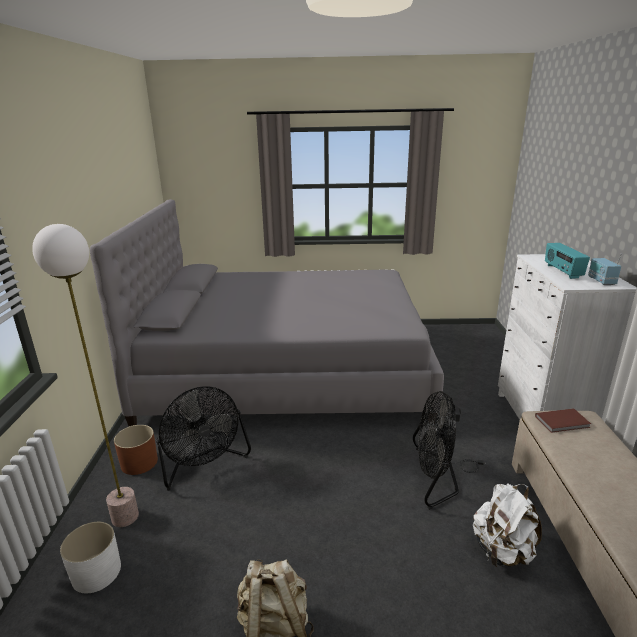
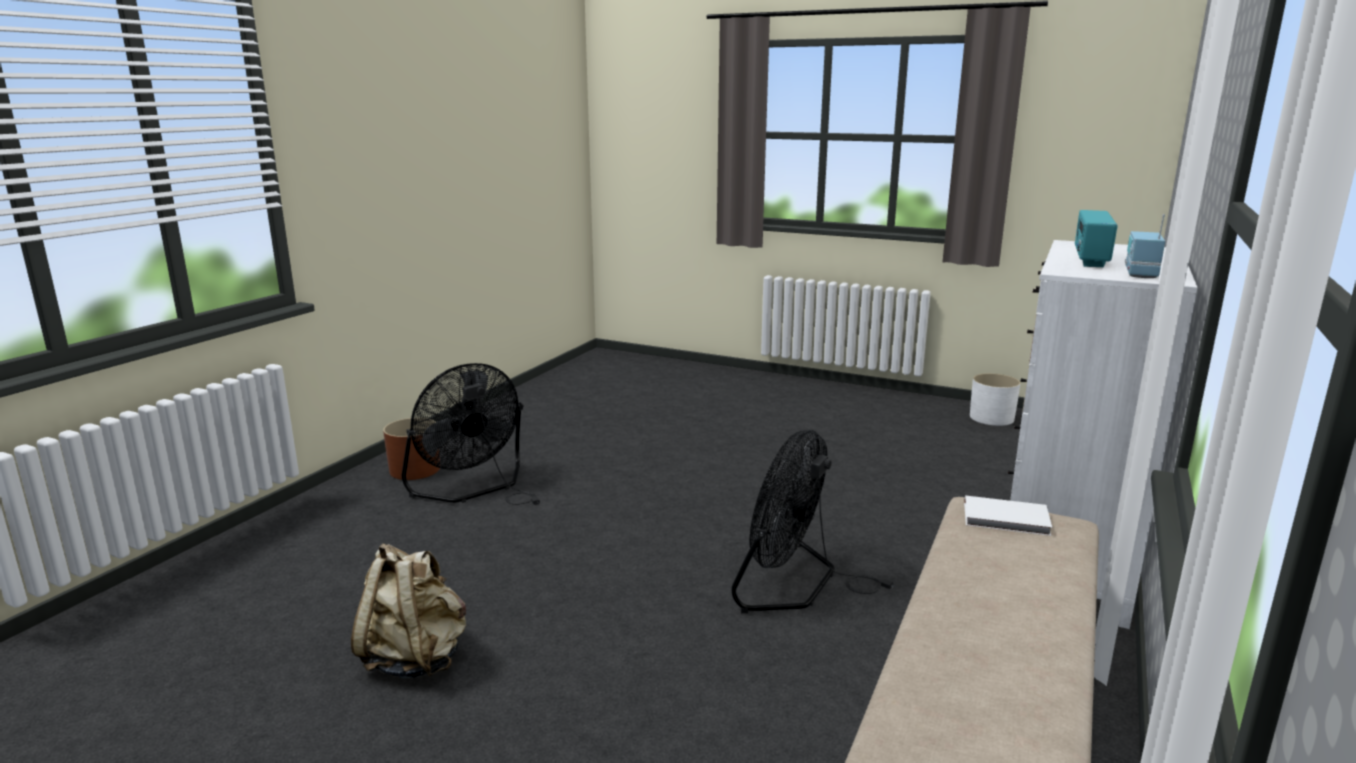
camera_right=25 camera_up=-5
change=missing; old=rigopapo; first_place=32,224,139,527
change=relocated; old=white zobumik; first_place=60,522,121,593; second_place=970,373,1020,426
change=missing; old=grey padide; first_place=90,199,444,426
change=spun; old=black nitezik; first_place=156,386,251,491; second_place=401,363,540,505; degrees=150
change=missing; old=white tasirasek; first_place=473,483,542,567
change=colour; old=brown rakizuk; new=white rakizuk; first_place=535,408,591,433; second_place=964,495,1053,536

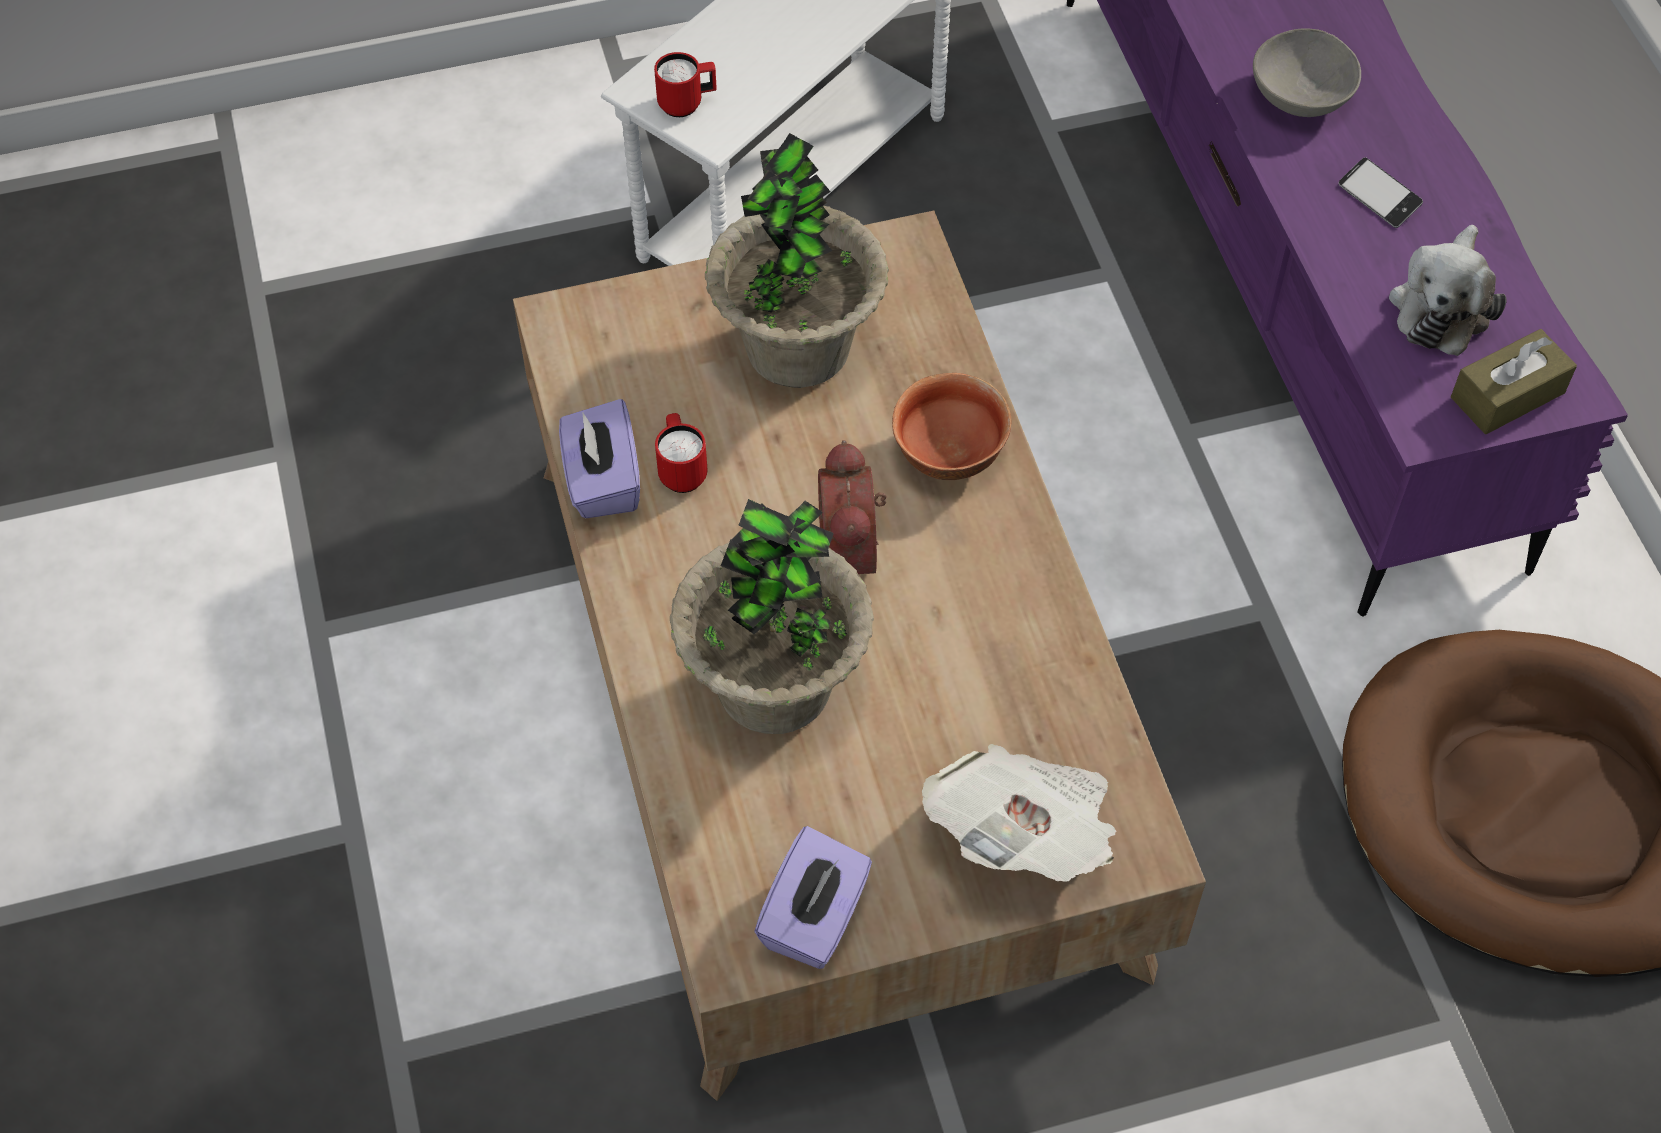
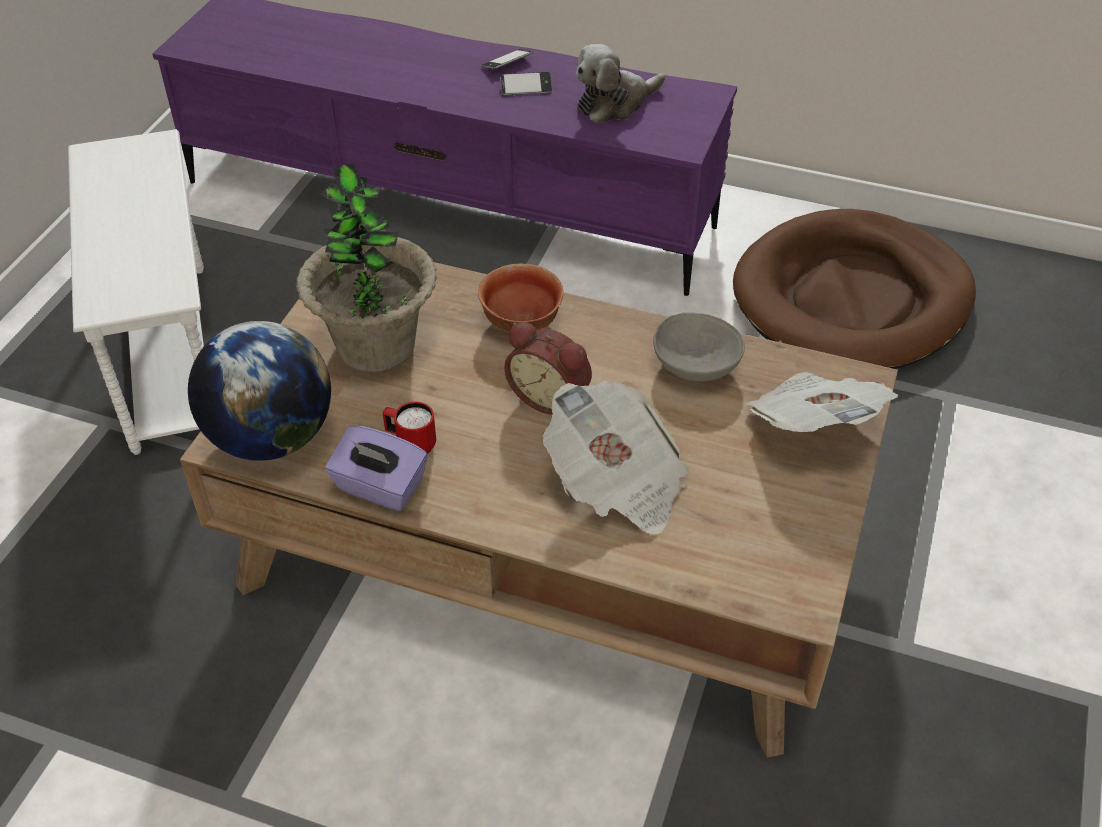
camera_right=-55 camera_up=-10
change=missing; old=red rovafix; first_place=654,52,717,117
change=exchanged; old=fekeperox; new=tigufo; first_place=670,499,874,734; second_place=543,381,689,535
change=missing; old=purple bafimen; first_place=754,826,872,969
change=relocated; old=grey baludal; first_place=1253,28,1361,117; second_place=653,313,745,382
change=spun; old=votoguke; first_place=1389,225,1507,356; second_place=576,44,665,123; degrees=90
change=missing; old=brown bafimen; first_place=1451,329,1577,434
change=appeared; new=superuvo; second_place=188,321,331,461
change=appeared; new=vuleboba; second_place=481,49,532,69

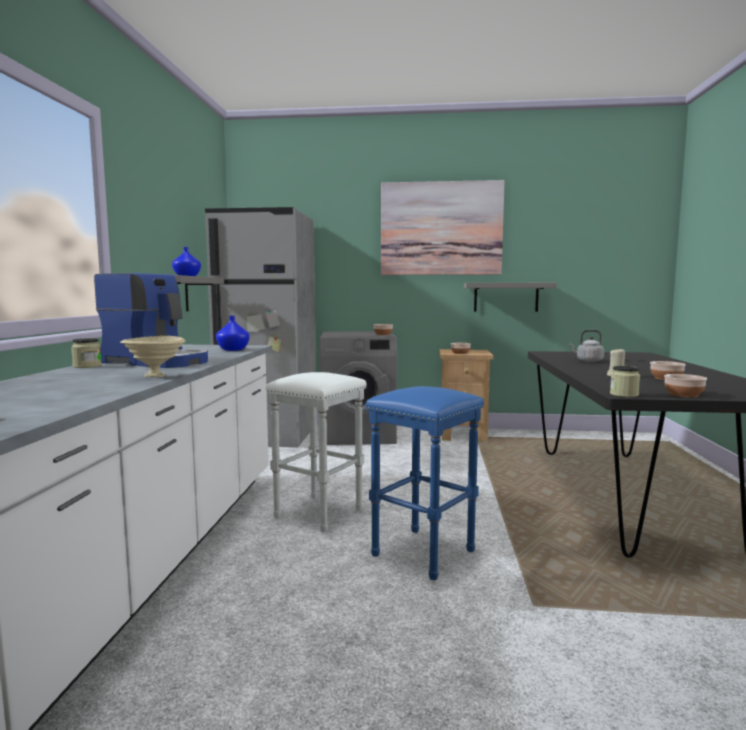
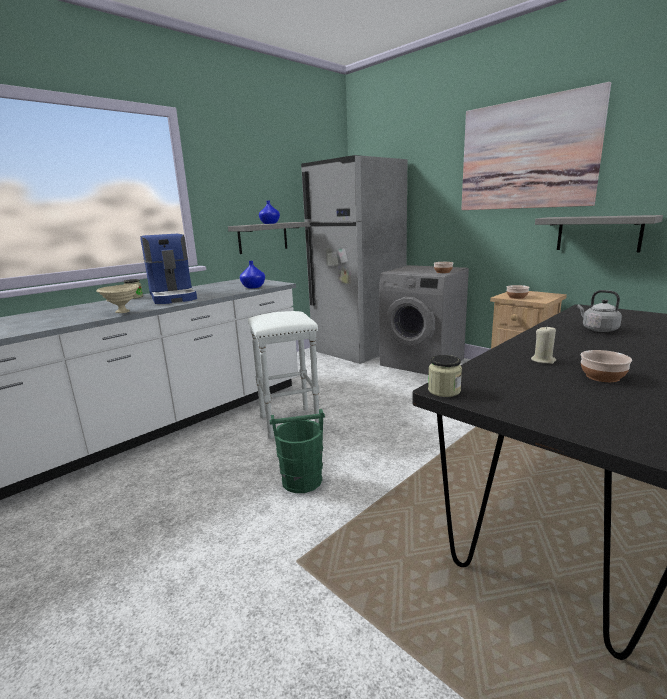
camera_right=40 camera_up=10
change=exchanged; old=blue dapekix; new=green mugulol; first_place=366,386,484,580; second_place=270,409,325,493
change=missing; old=baludal; first_place=664,374,707,397

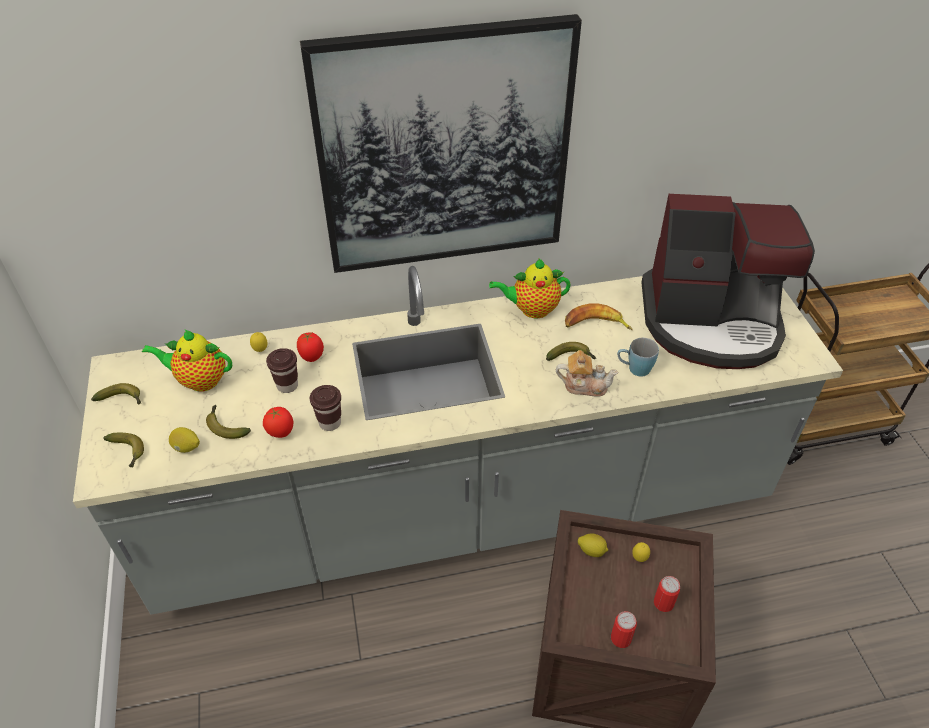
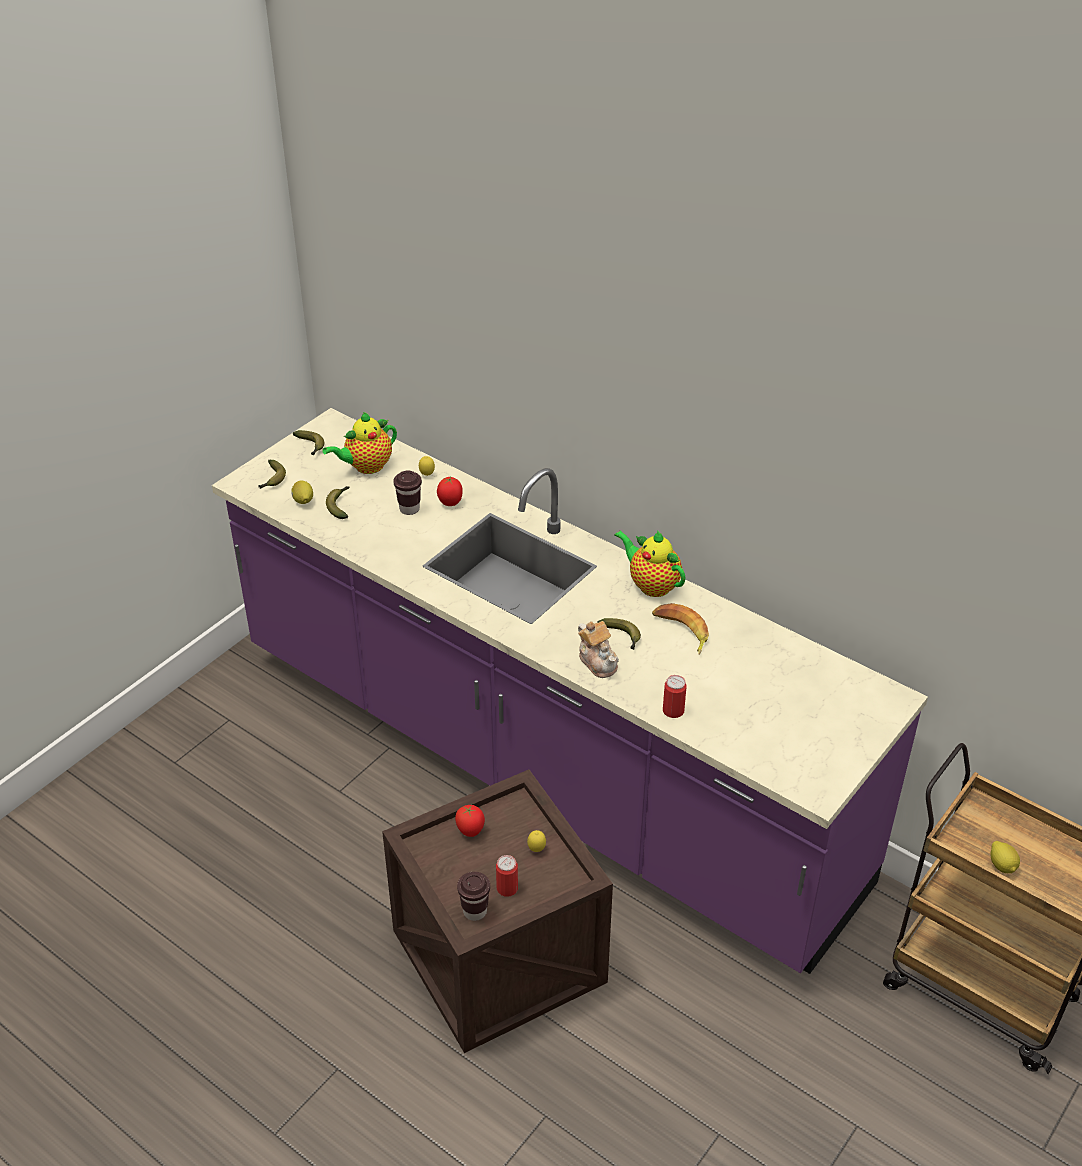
camera_right=50 camera_up=-5
change=colour; old=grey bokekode; new=purple bokekode; first_place=73,266,843,615; second_place=212,408,928,974
change=spun; old=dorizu; first_place=142,330,232,392; second_place=322,412,397,474; degrees=-90
change=relocated; old=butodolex; first_place=263,407,293,438; second_place=455,805,485,837
change=missing; old=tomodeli; first_place=300,14,582,273
change=relocated; old=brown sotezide; first_place=310,385,341,431; second_place=457,872,490,921
change=relocated; old=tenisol; first_place=578,534,608,557; second_place=991,841,1020,873
change=relocated; old=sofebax; first_place=611,611,637,648; second_place=663,675,687,718
change=missing; old=blue rovafix; first_place=617,338,659,377
change=missing; old=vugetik; first_place=641,194,815,369

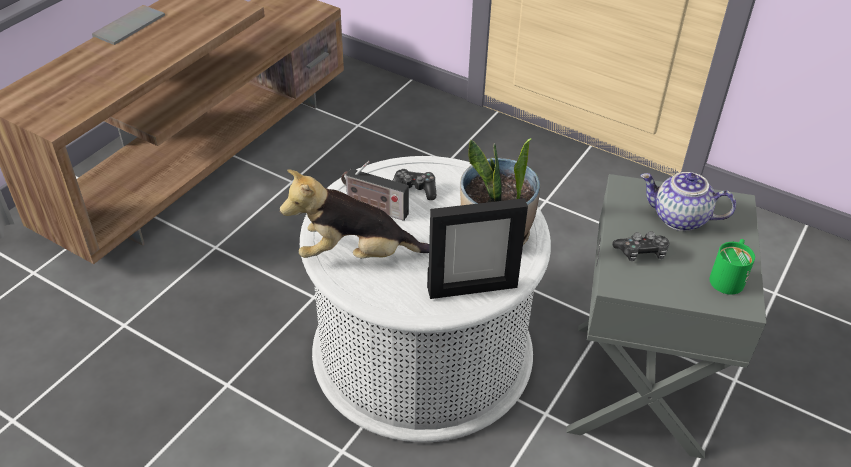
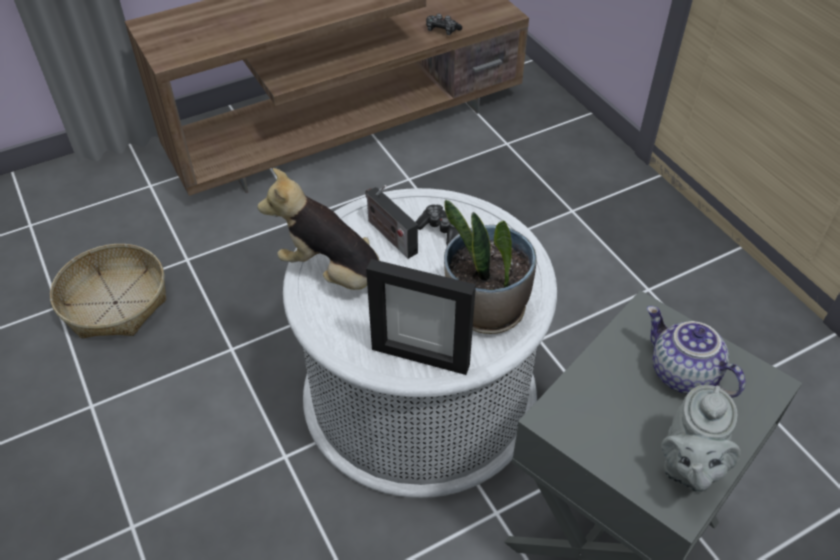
camera_right=30 camera_up=5
change=relocated; old=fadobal; first_place=612,231,669,261; second_place=426,14,462,35
change=exchanged; old=green rovafix; new=grey dorizu; first_place=709,239,755,295; second_place=661,385,741,492
change=appeared; new=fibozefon; second_place=50,244,166,338

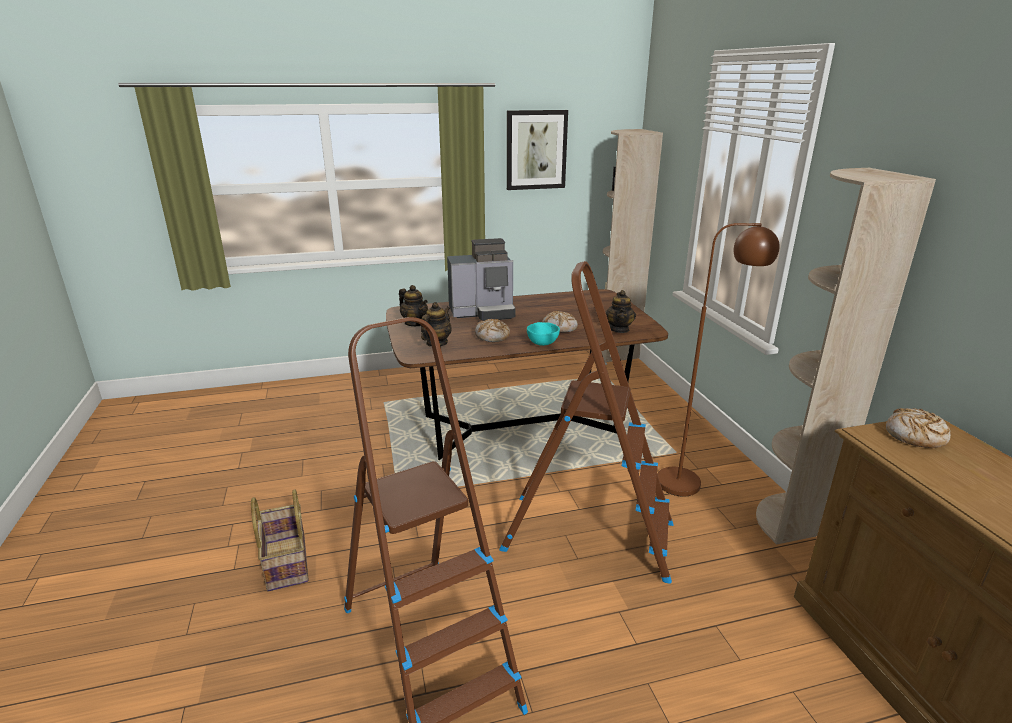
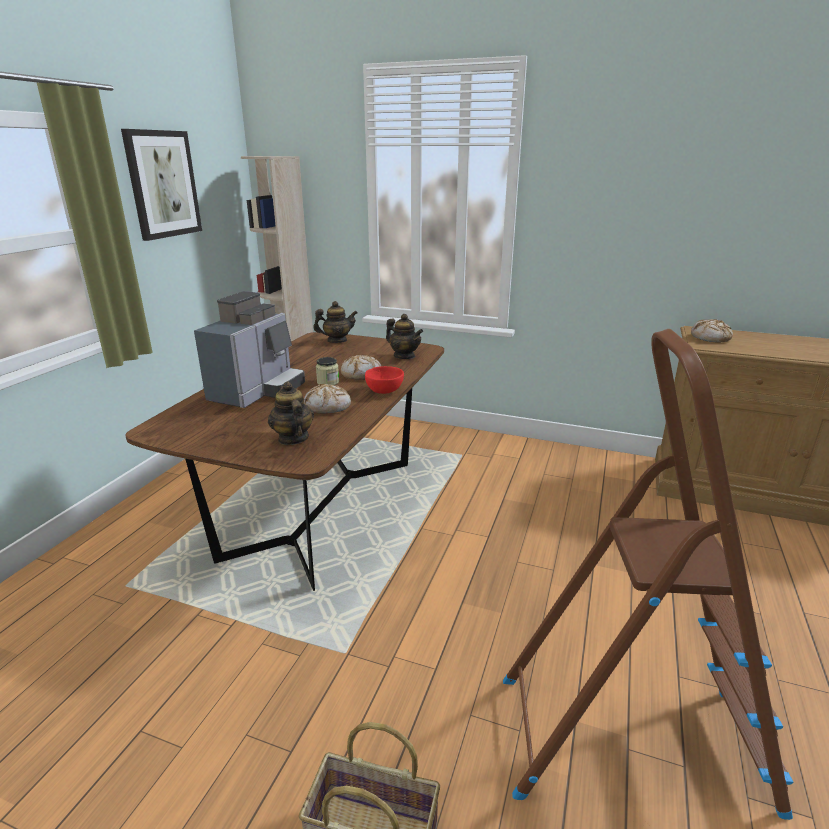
camera_right=-55 camera_up=0
change=relocated; old=dorizu; first_place=399,285,428,326; second_place=313,301,358,343
change=missing; old=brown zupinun; first_place=499,261,674,584
change=colour; old=turquoise baludal; new=red baludal; first_place=527,322,560,346; second_place=365,366,404,394
change=missing; old=brown rigopapo; first_place=657,223,780,497
change=missing; old=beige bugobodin; first_place=756,168,936,545
change=appeared; new=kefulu; second_place=316,357,339,385

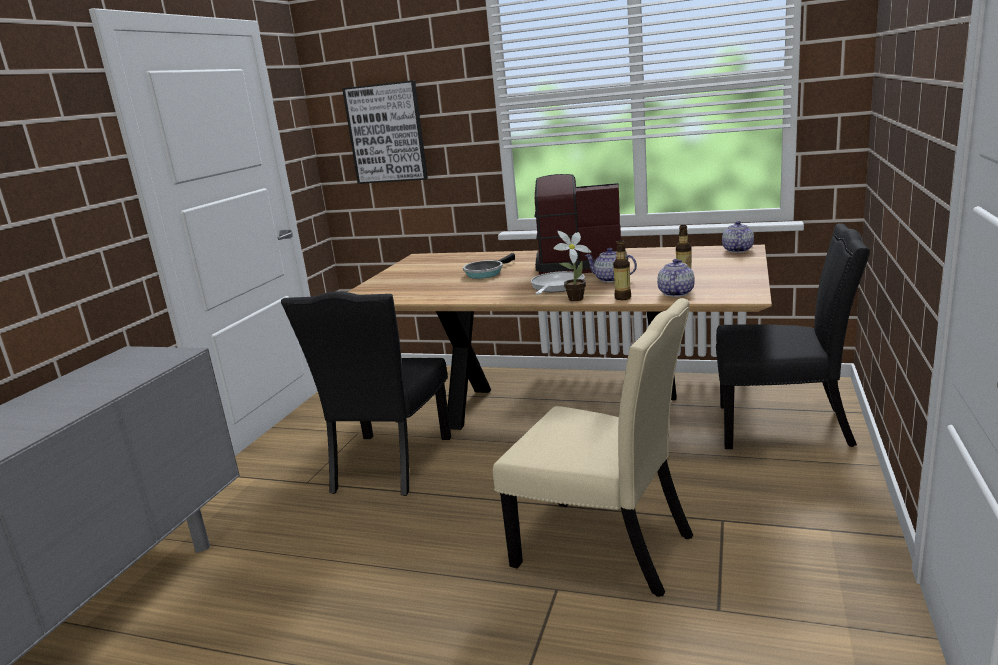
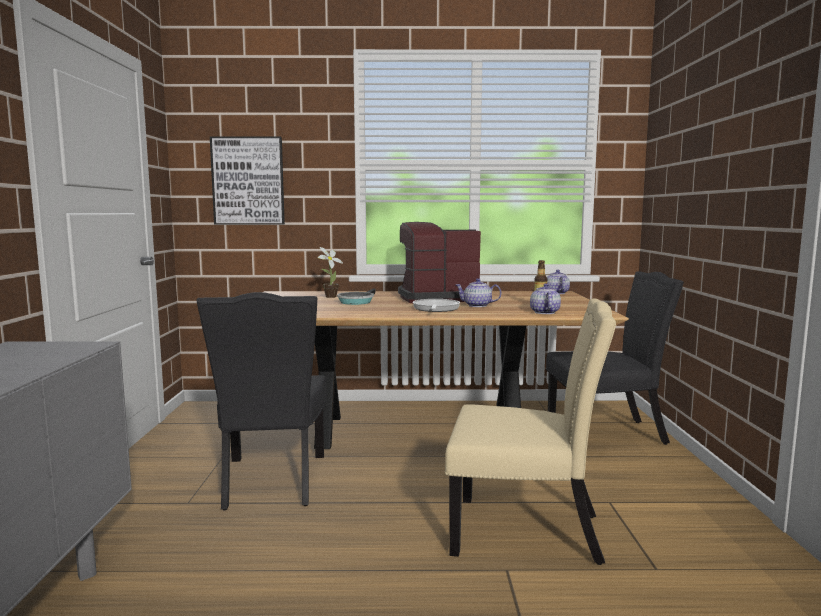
camera_right=-20 camera_up=-10
change=relocated; old=fekeperox; first_place=553,231,591,301; second_place=318,247,343,298
change=missing; old=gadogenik; first_place=613,240,631,300

